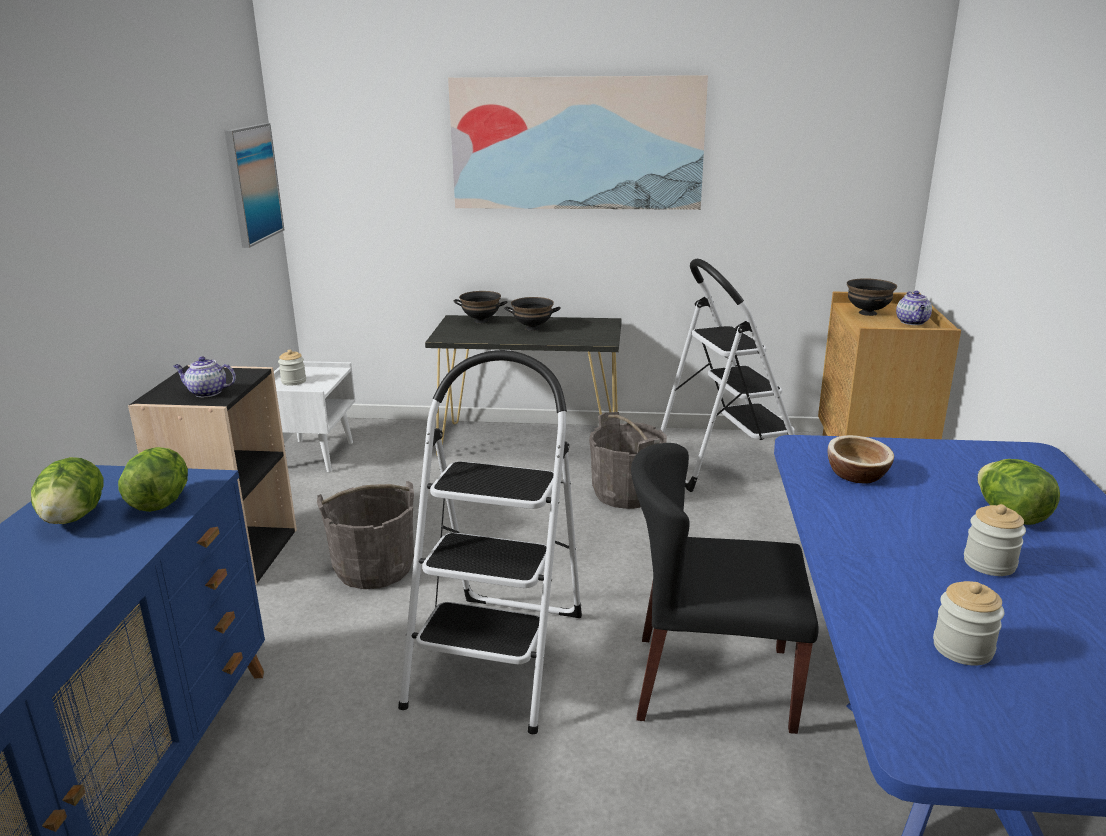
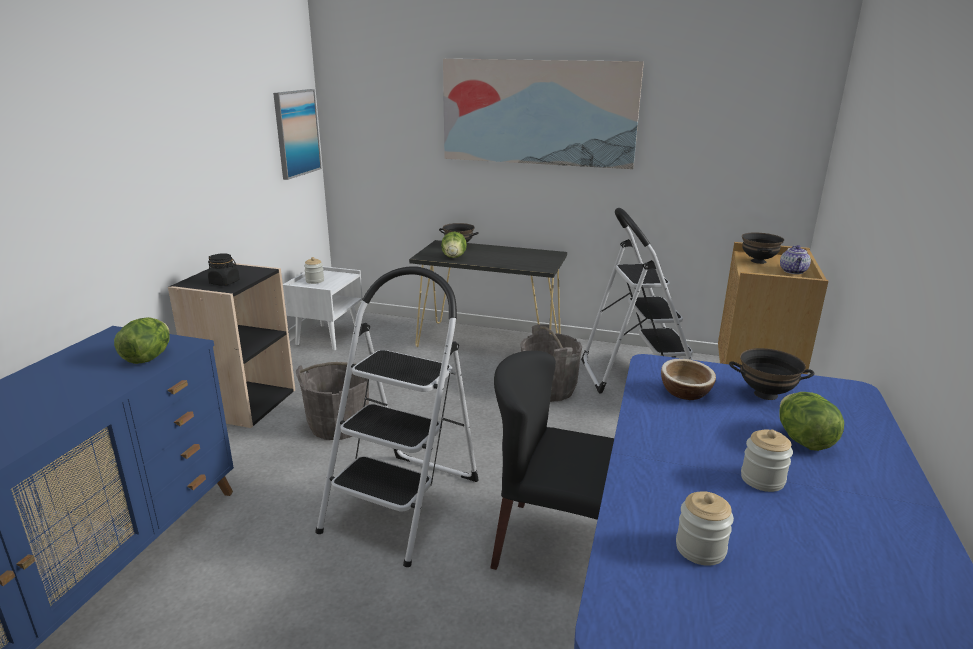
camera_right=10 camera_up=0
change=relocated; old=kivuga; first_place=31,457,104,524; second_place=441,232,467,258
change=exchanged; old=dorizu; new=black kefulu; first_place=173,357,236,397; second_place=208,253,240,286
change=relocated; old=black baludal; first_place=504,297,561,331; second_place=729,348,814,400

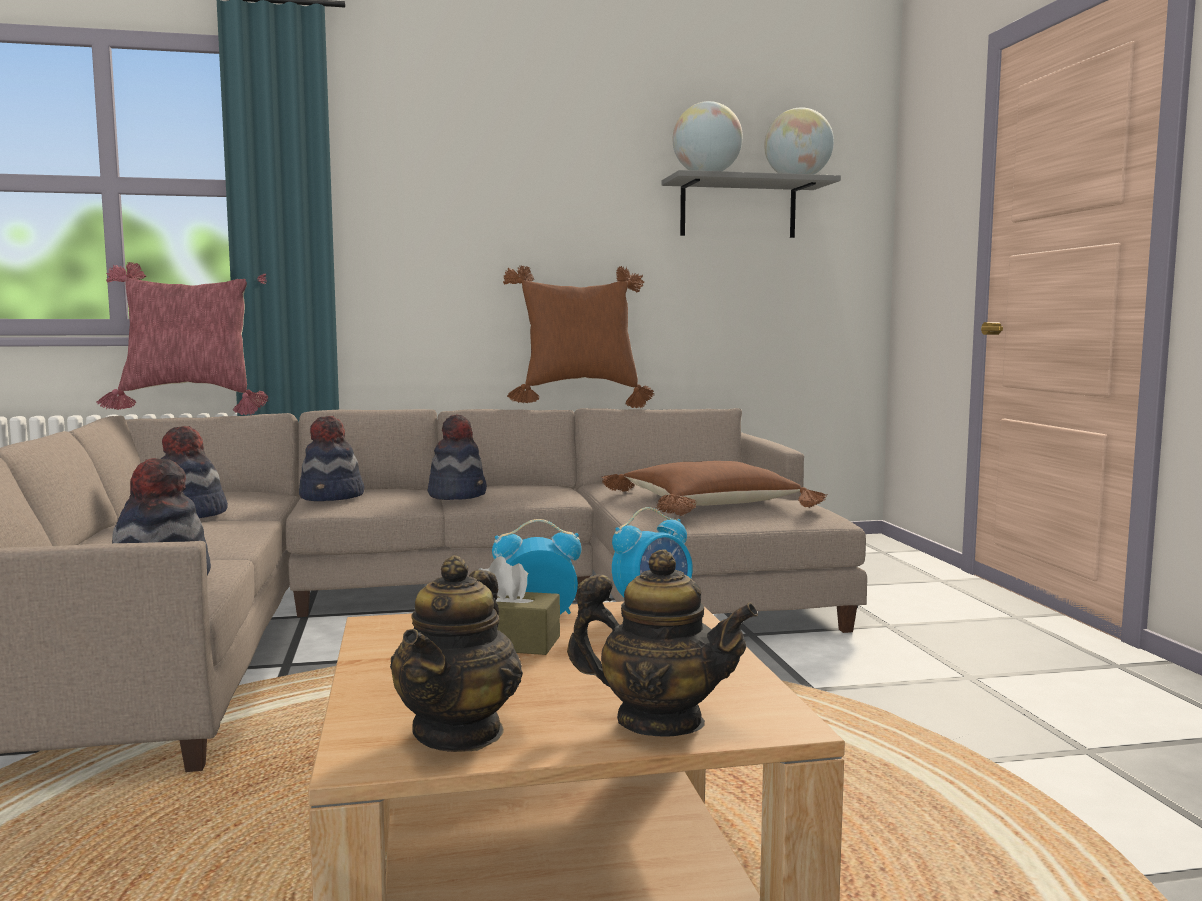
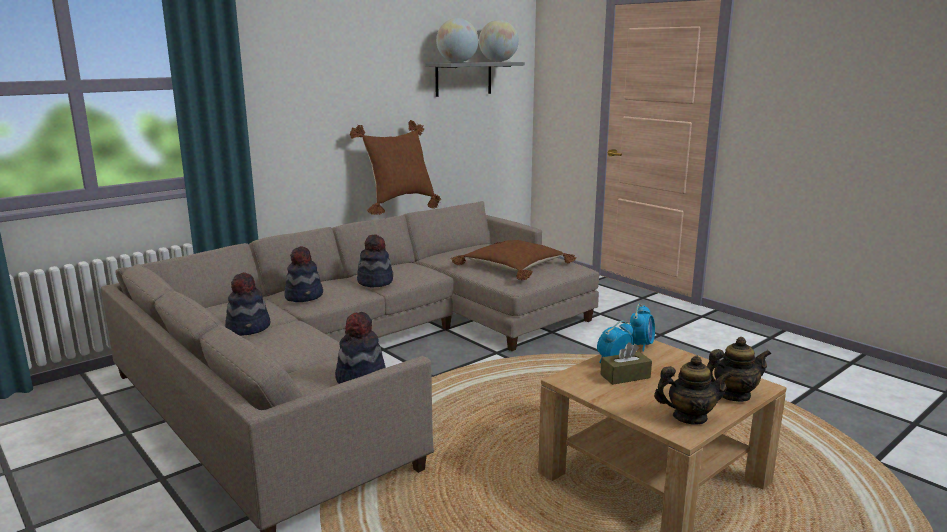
camera_right=-30 camera_up=10
change=missing; old=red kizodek; first_place=96,262,269,415
change=spun; old=dorizu; first_place=390,555,523,752; second_place=654,356,732,425; degrees=-75

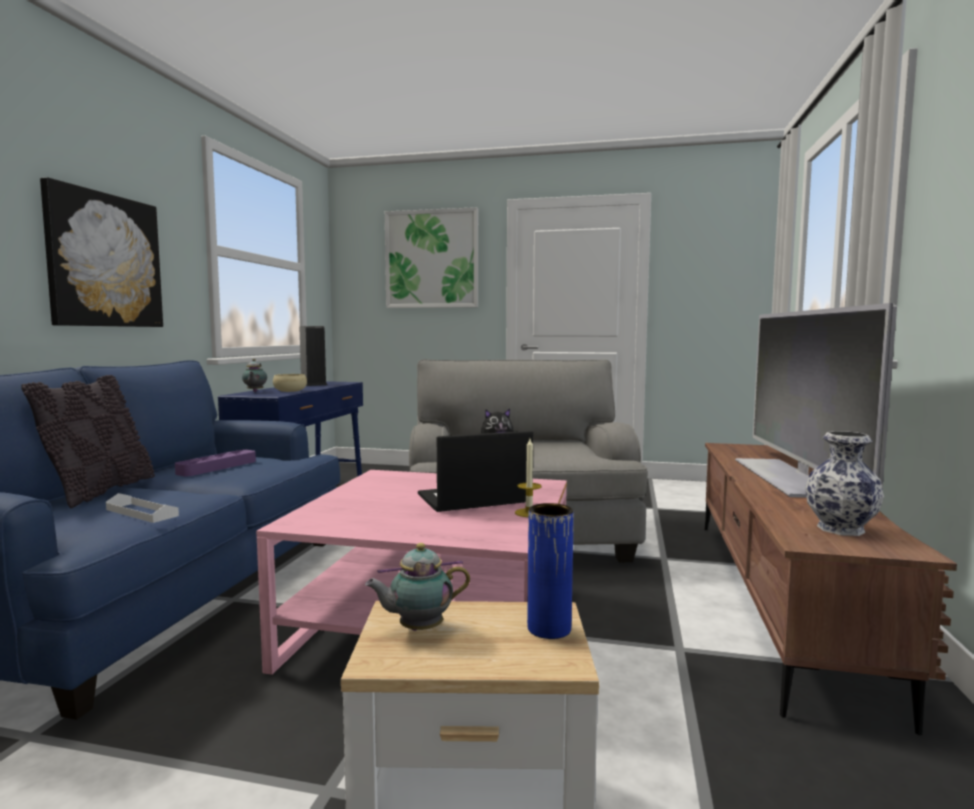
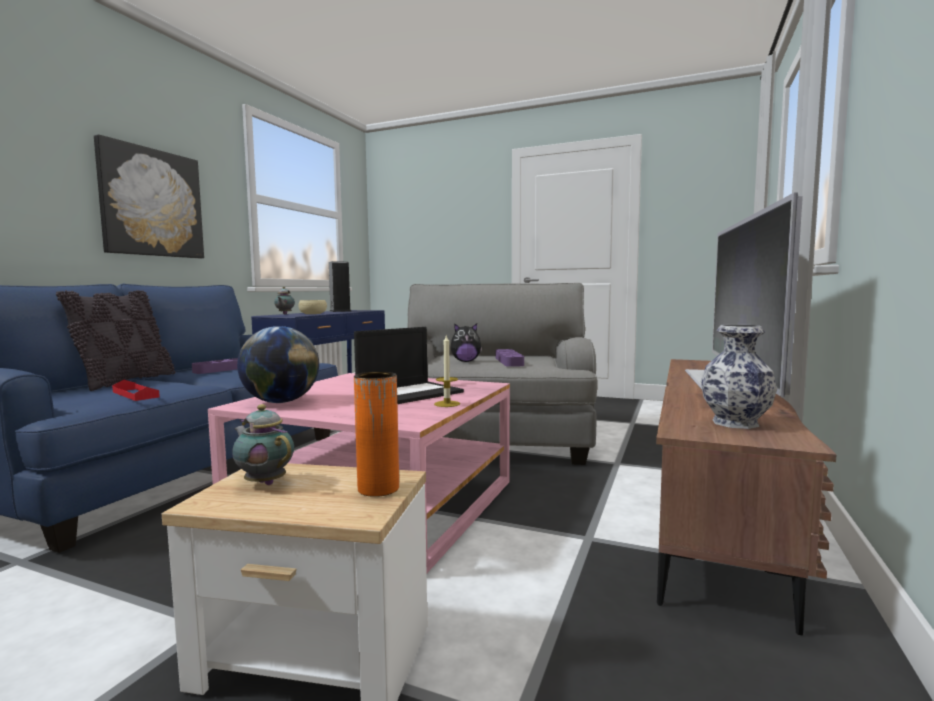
camera_right=10 camera_up=0
change=colour; old=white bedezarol; new=red bedezarol; first_place=106,493,179,523; second_place=112,380,160,401
change=spun; old=dorizu; first_place=365,543,470,631; second_place=232,404,294,485; degrees=45
change=missing; old=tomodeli; first_place=385,207,478,308
change=spun; old=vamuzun; first_place=418,431,533,512; second_place=354,327,464,404; degrees=150
change=colour; old=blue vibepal; new=orange vibepal; first_place=527,503,574,639; second_place=354,372,399,497
change=appeared; new=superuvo; second_place=237,326,319,403
change=appeared; new=purple bedezarol; second_place=495,349,524,367

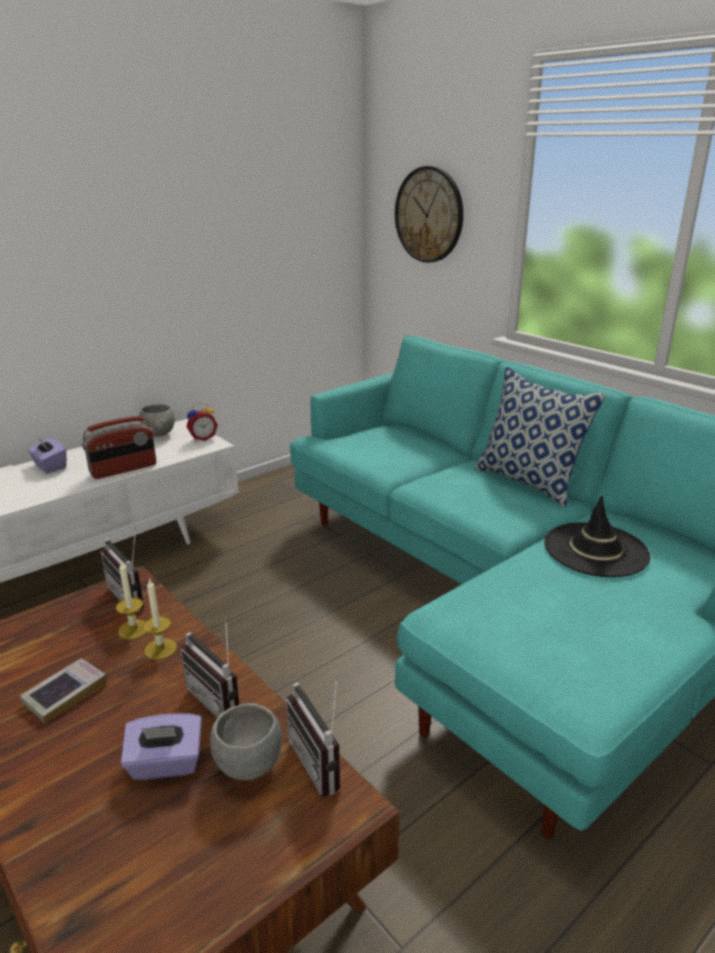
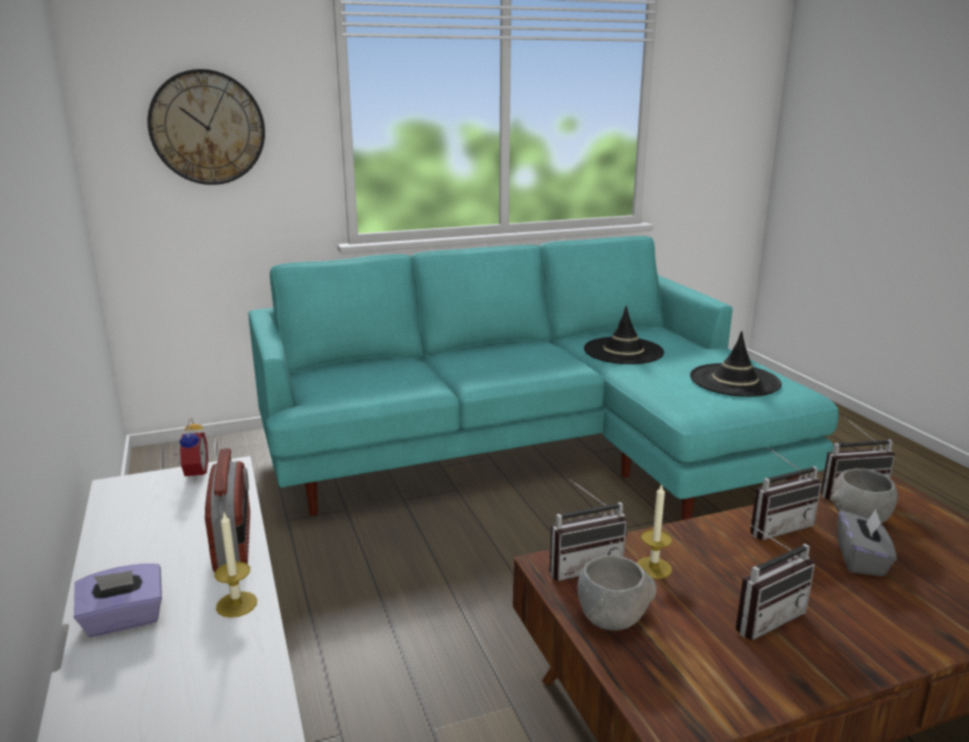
camera_right=-70 camera_up=-5
change=exchanged; old=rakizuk; new=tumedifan; first_place=20,658,107,723; second_place=736,525,815,640
change=colour; old=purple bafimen; new=grey bafimen; first_place=121,713,202,780; second_place=837,509,897,576
change=relocated; old=grey baludal; first_place=139,404,175,436; second_place=578,555,656,631
change=relocated; old=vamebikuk; first_place=143,578,177,660; second_place=214,513,257,618
change=missing; old=kizodek; first_place=475,367,606,507
change=appeared; new=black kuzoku; second_place=690,331,781,397

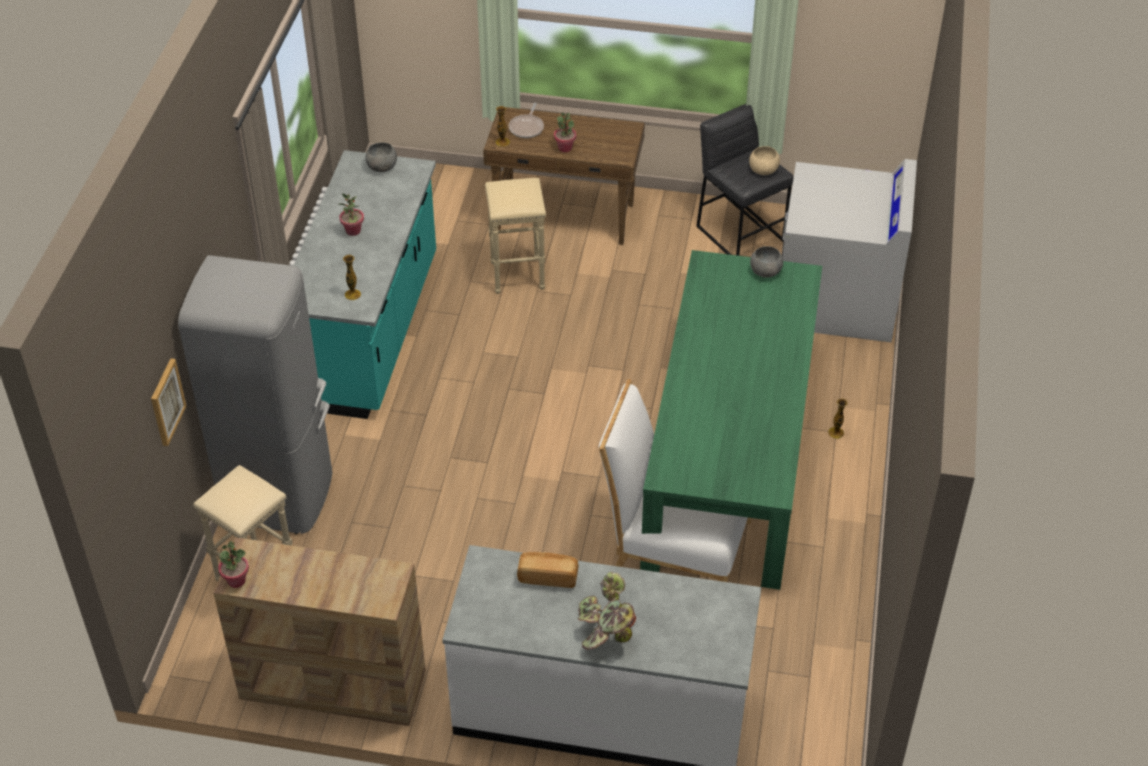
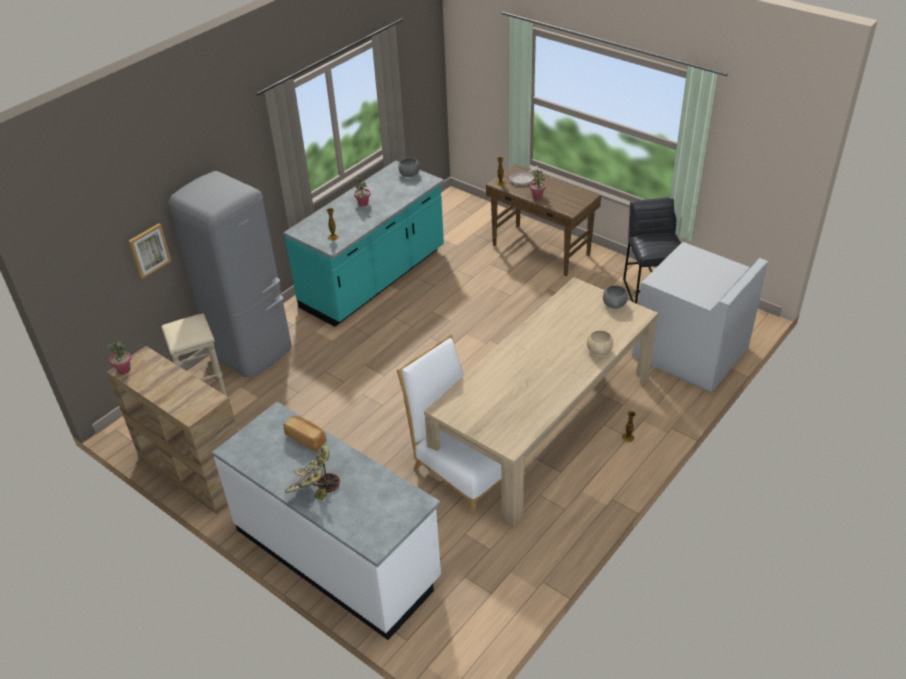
camera_right=30 camera_up=-5
change=missing; old=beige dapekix; first_place=485,178,546,294
change=colour; old=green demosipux; new=beige demosipux; first_place=640,250,822,590; second_place=424,277,658,526
change=relocated; old=beige baludal; first_place=749,146,780,175; second_place=587,330,613,355

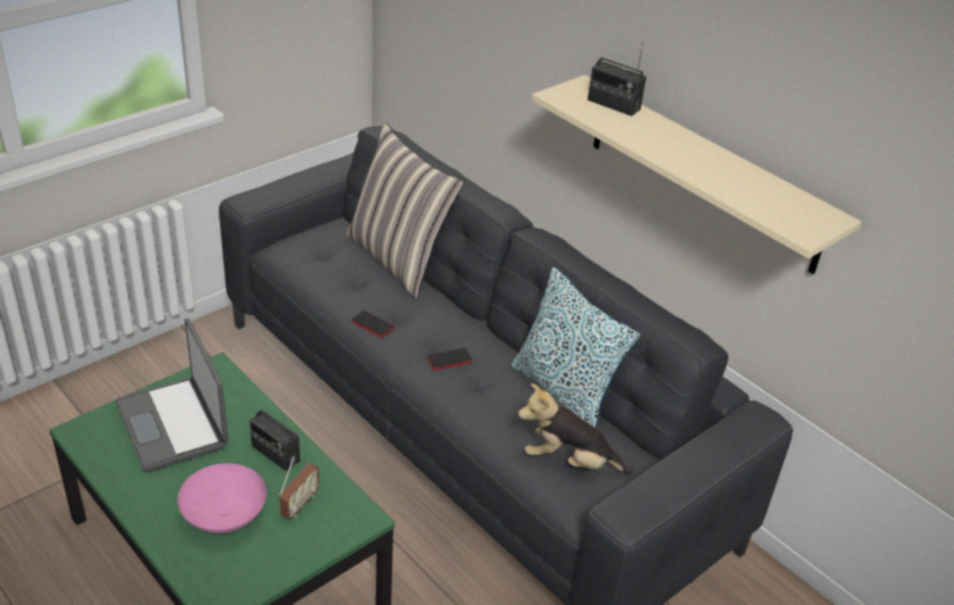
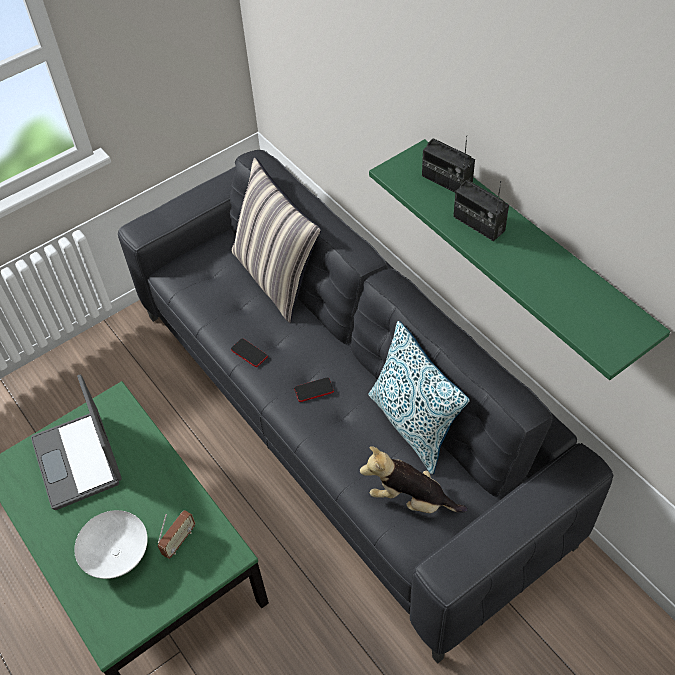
camera_right=10 camera_up=15
change=colour; old=pink baludal; new=white baludal; first_place=177,463,267,533; second_place=74,510,148,579
change=relocated; old=tumedifan; first_place=249,410,300,471; second_place=453,180,509,241
change=colour; old=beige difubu; new=green difubu; first_place=531,75,862,274; second_place=369,139,670,380

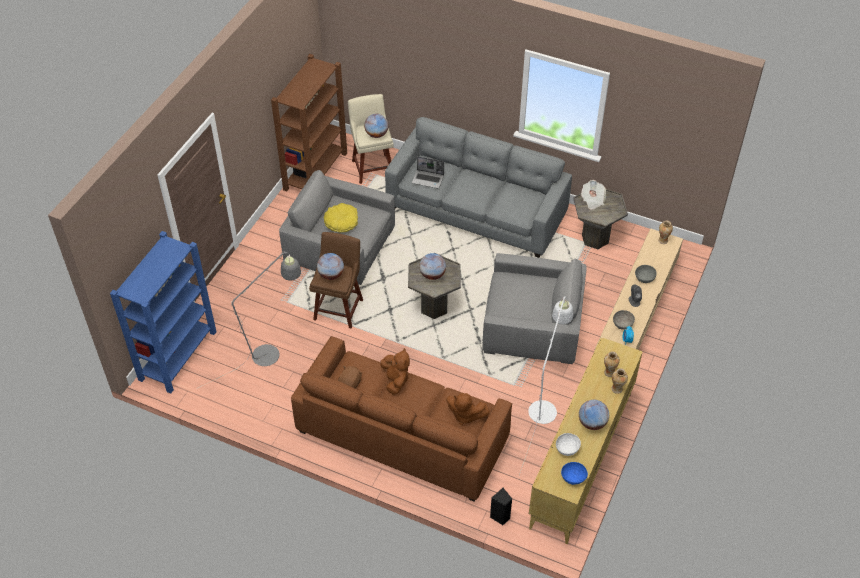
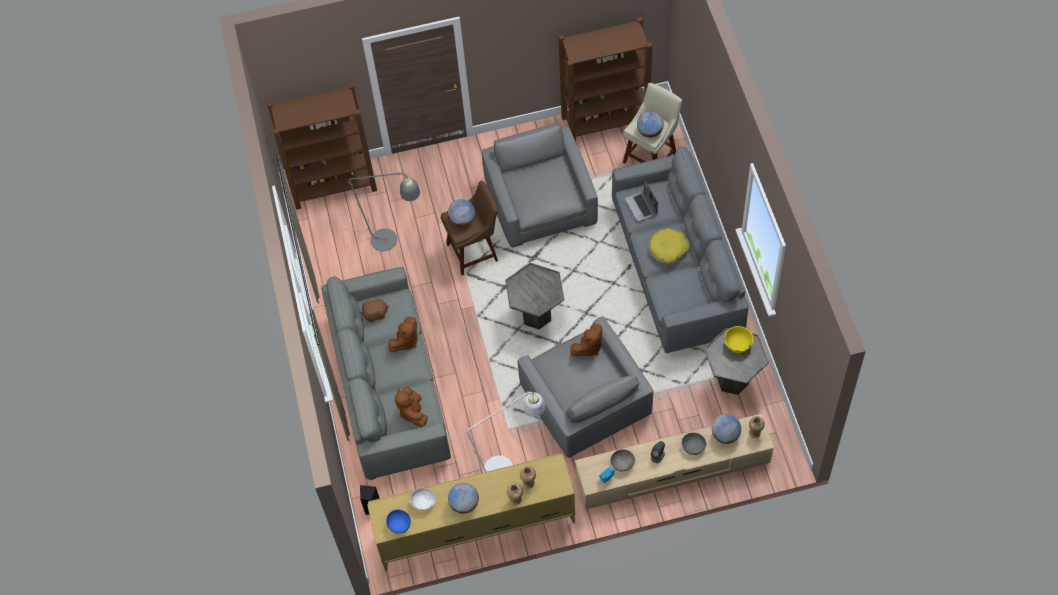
camera_right=55 camera_up=10
change=colour; old=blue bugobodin; new=brown bugobodin; first_place=110,231,216,394; second_place=267,83,377,210
change=colour; old=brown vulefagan; new=grey vulefagan; first_place=291,336,512,501; second_place=321,267,451,480
change=relocated; old=yellow kizodek; first_place=324,203,358,233; second_place=650,228,690,264
change=relocated; old=superuvo; first_place=419,253,446,280; second_place=712,414,741,444
change=exchanged; old=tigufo; new=yellow baludal; first_place=581,180,606,210; second_place=725,326,754,353
change=appeared; new=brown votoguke; second_place=570,324,602,356

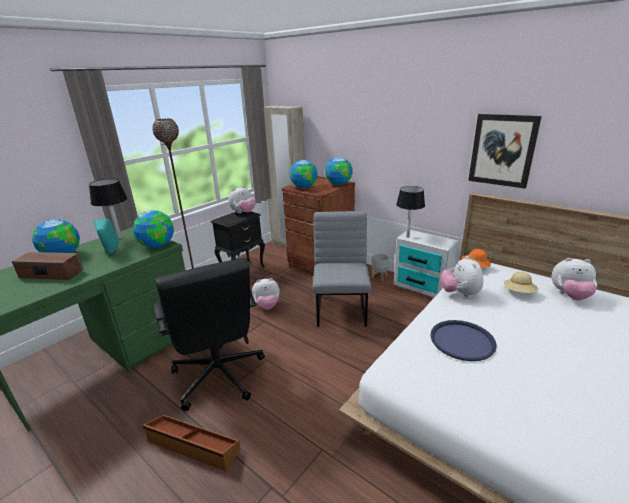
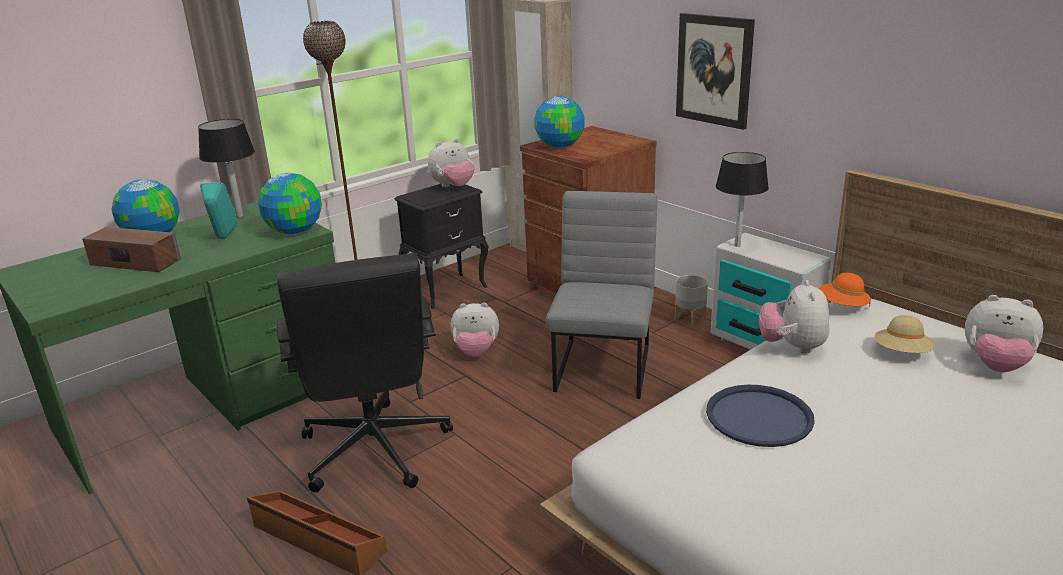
camera_right=10 camera_up=0
change=missing; old=superuvo; first_place=325,157,353,185
change=relocated; old=tomodeli; first_place=468,114,542,189; second_place=676,13,755,130

